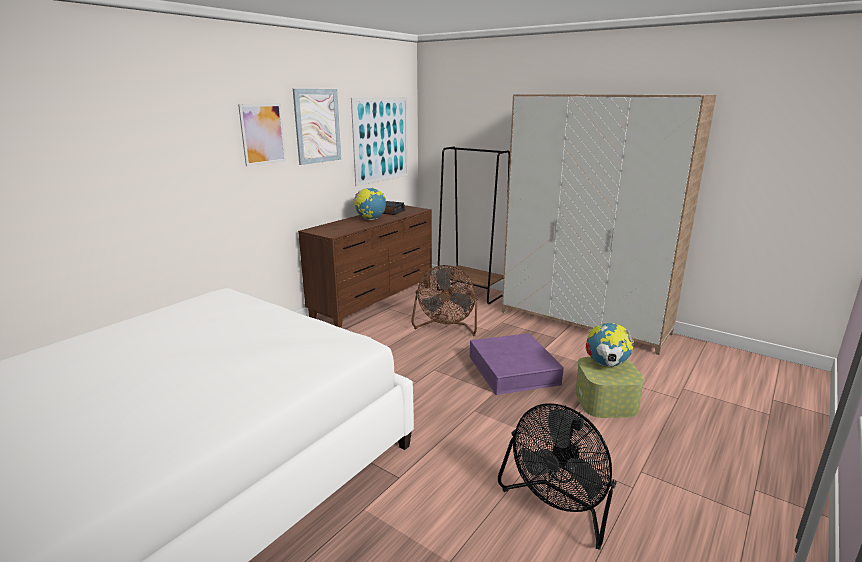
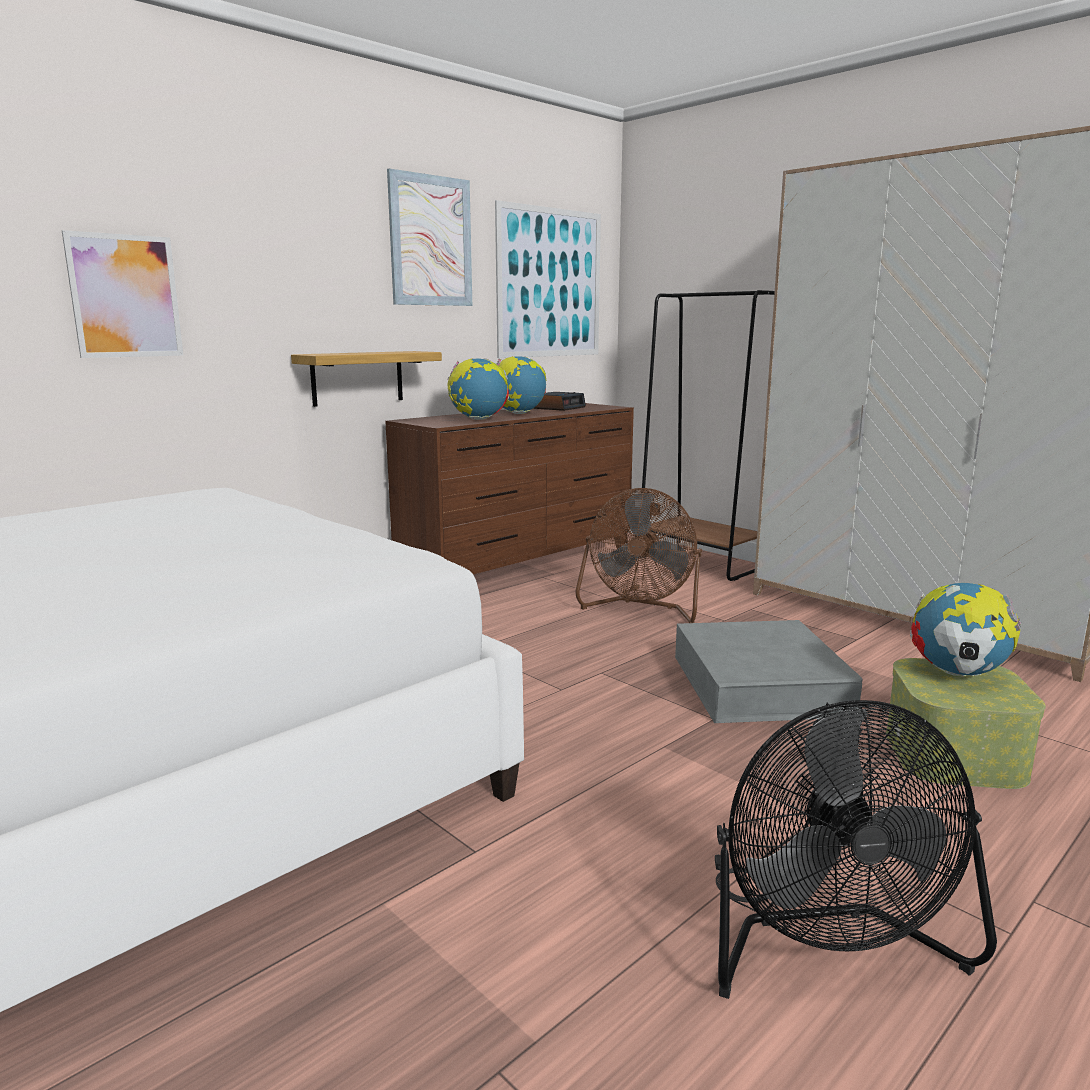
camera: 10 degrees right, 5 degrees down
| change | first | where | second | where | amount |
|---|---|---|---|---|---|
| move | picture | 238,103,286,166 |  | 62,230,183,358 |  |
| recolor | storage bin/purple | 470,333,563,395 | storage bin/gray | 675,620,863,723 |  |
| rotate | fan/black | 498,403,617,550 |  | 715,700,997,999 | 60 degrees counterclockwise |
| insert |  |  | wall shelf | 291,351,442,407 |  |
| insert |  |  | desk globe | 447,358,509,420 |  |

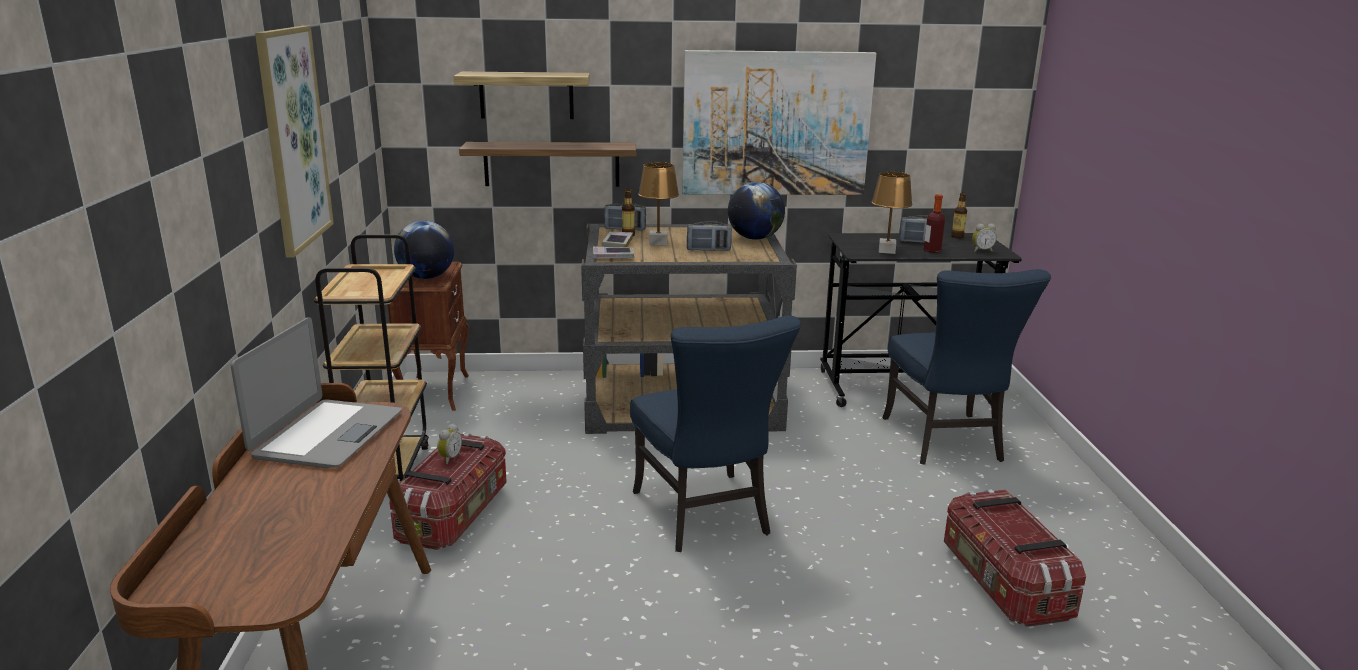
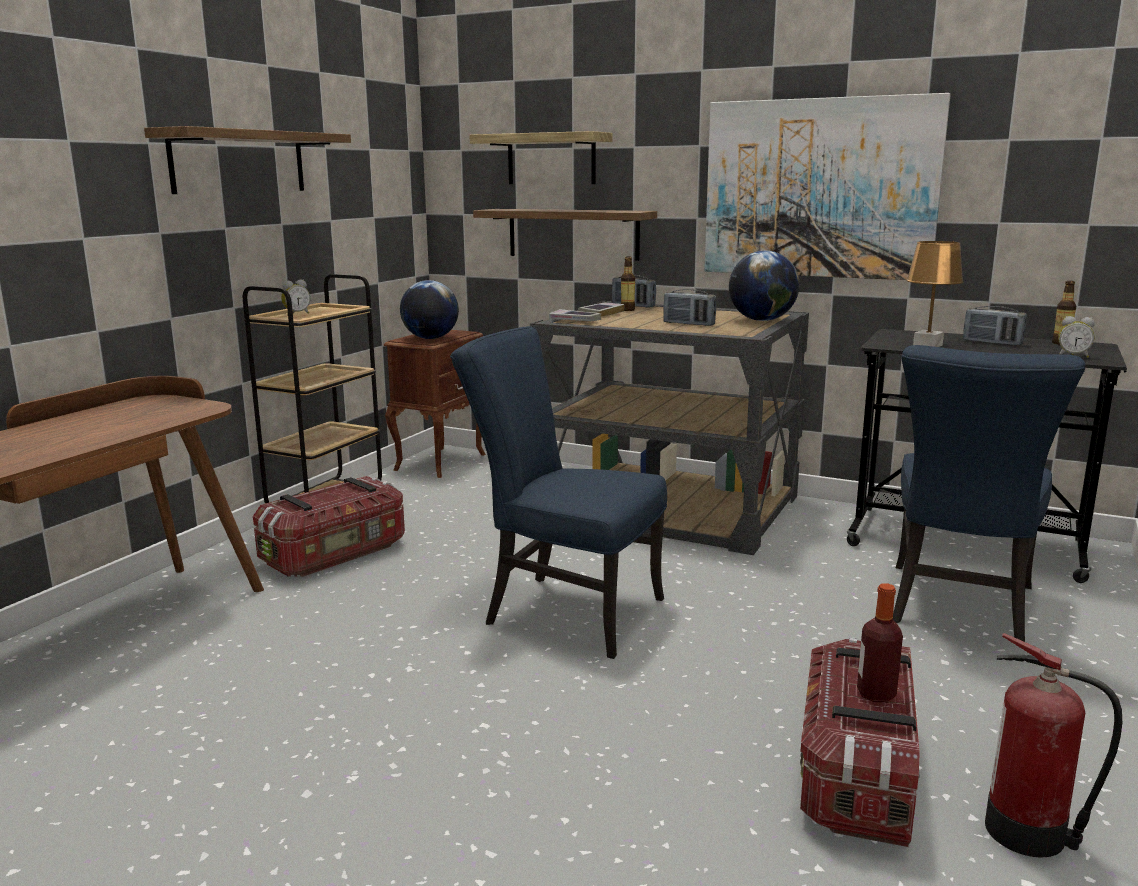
camera: 30 degrees right, 5 degrees down
| change | first | where | second | where | amount |
|---|---|---|---|---|---|
| replace | picture | 255,26,334,258 | wall shelf | 144,126,351,194 |  |
| delete | tabletop lamp/brownish | 638,162,679,245 |  |  |  |
| move | drink bottle | 924,194,945,253 |  | 857,583,903,702 |  |
| rotate | upright chair/bluish | 630,315,802,552 |  | 450,326,667,659 | 105 degrees clockwise |
| delete | portable computer | 231,317,402,468 |  |  |  |
| move | alarm clock | 437,423,462,464 |  | 281,280,310,315 |  |
| insert |  |  | extinguisher | 985,633,1122,857 |  |

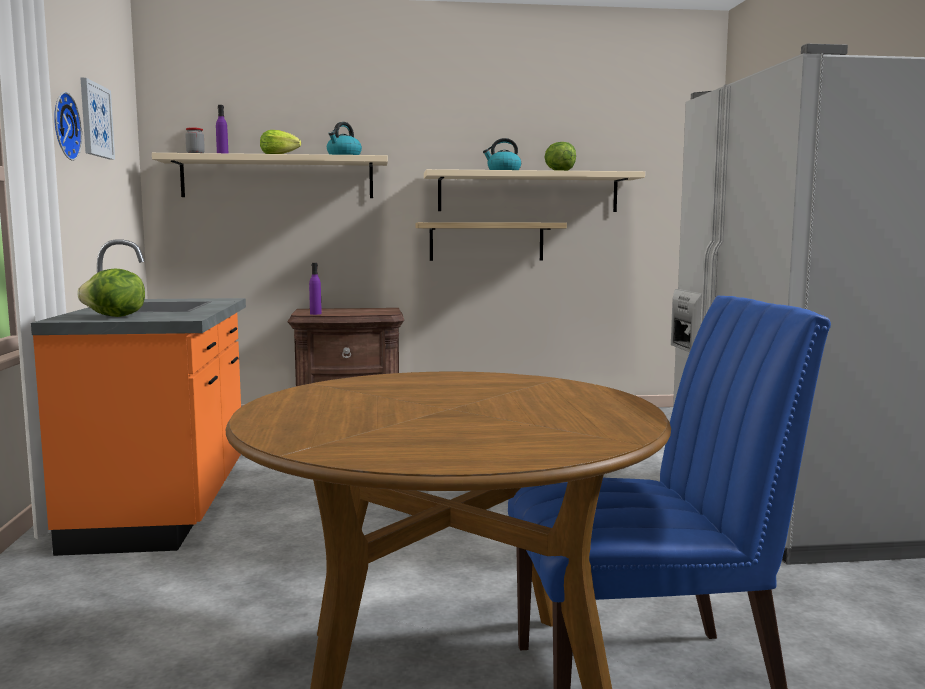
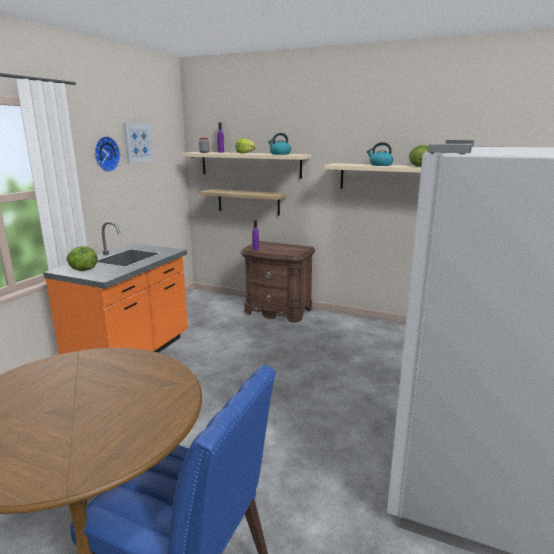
camera: 30 degrees right, 10 degrees up
| change | first | where | second | where | amount |
|---|---|---|---|---|---|
| move | wall shelf | 415,222,567,261 |  | 199,189,288,216 |  |

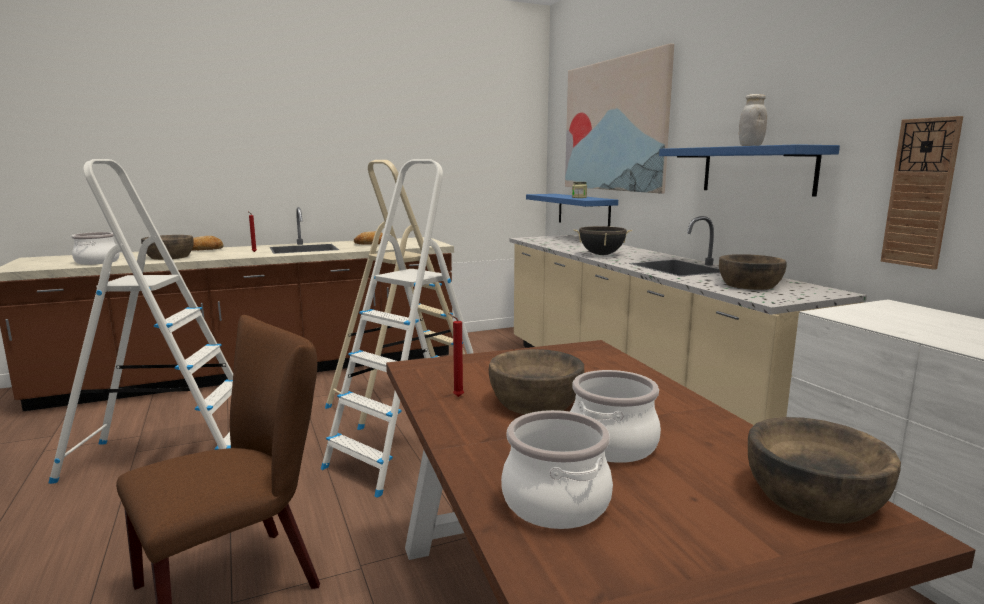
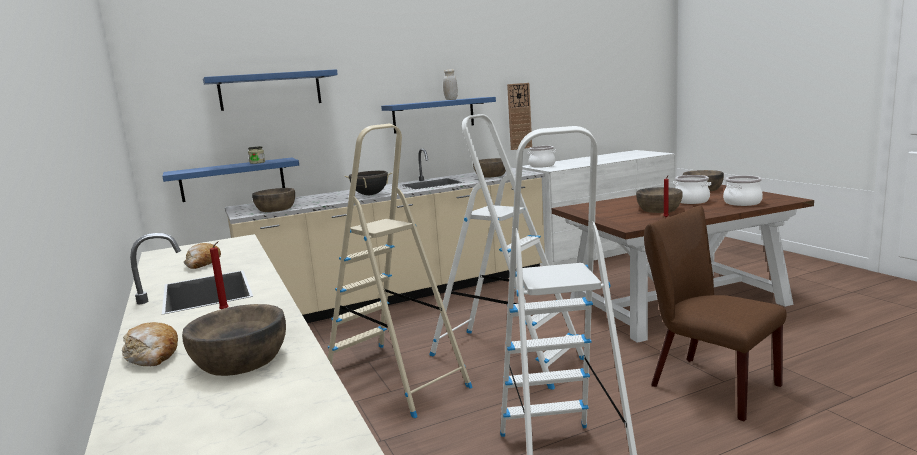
camera: 90 degrees left, 0 degrees up
| change | first | where | second | where | amount |
|---|---|---|---|---|---|
| replace | picture | 565,44,674,194 | wall shelf/bluish | 203,69,338,111 |  |
| move | stockpot | 71,232,120,265 |  | 528,146,556,168 |  |
| insert |  |  | bowl/brownish | 252,188,295,212 |  |

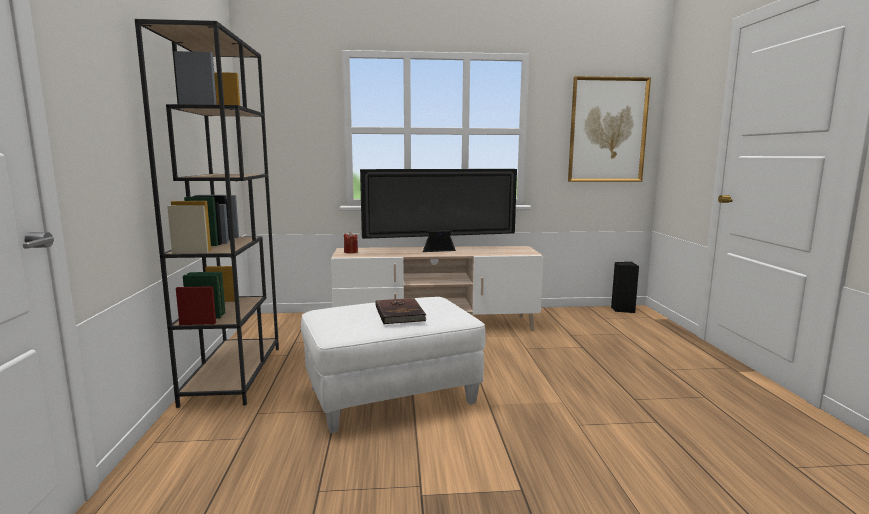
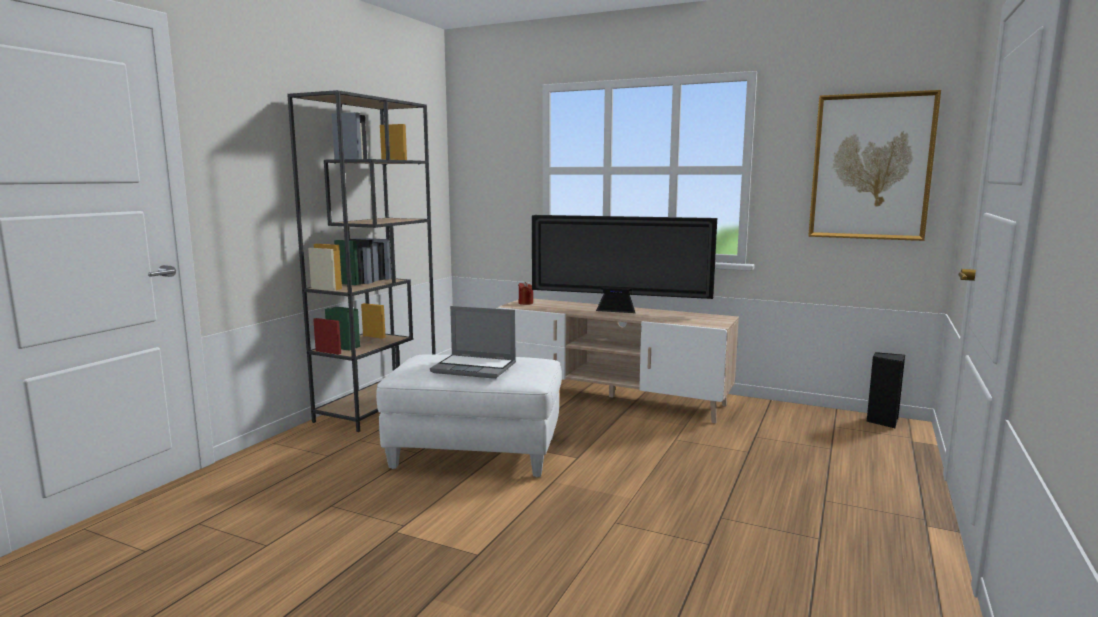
camera: 30 degrees right, 0 degrees up
| change | first | where | second | where | amount |
|---|---|---|---|---|---|
| replace | volume/brownish | 376,298,426,324 | portable computer | 430,306,516,379 |  |

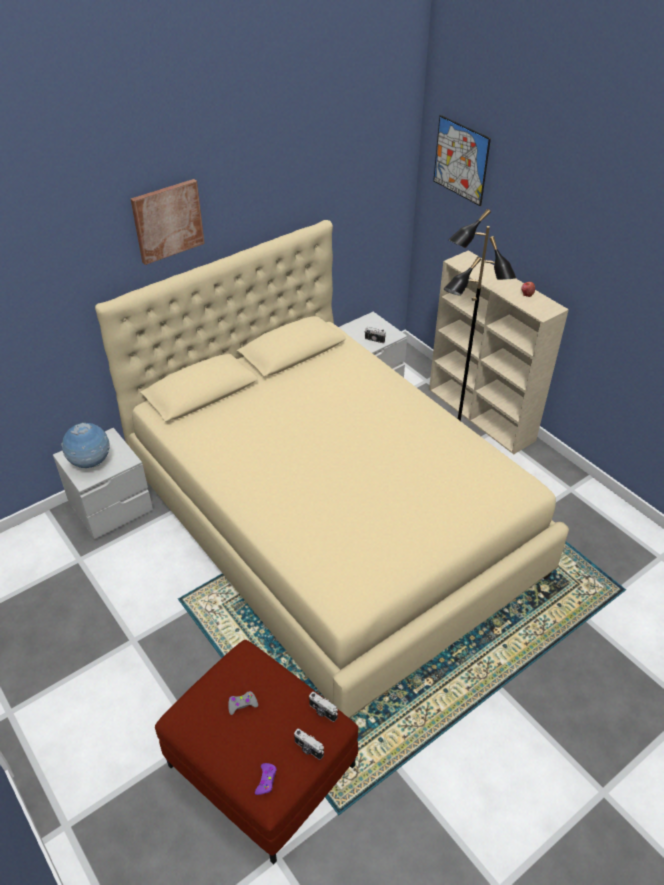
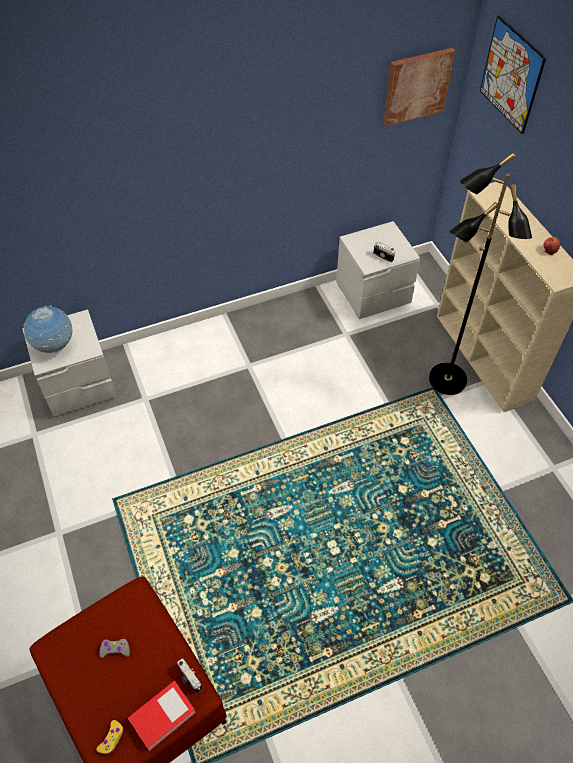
camera: 15 degrees right, 10 degrees up
| change | first | where | second | where | amount |
|---|---|---|---|---|---|
| move | picture | 131,179,205,265 |  | 384,48,455,126 |  |
| delete | sleeping bed/sand-coloured | 95,220,569,718 |  |  |  |
| replace | still camera | 294,728,324,760 | volume | 128,681,196,751 |  |
| recolor | joypad/purple | 255,763,277,795 | joypad/yellow | 96,720,124,754 |  |

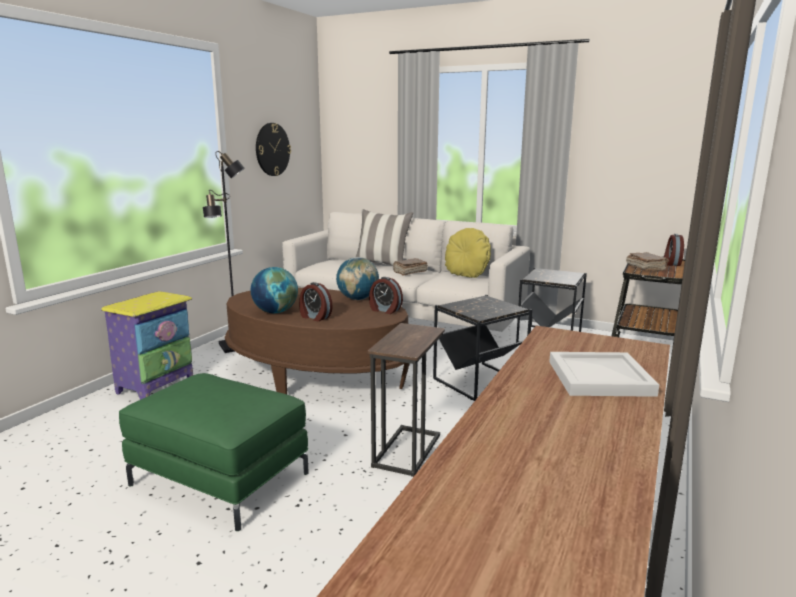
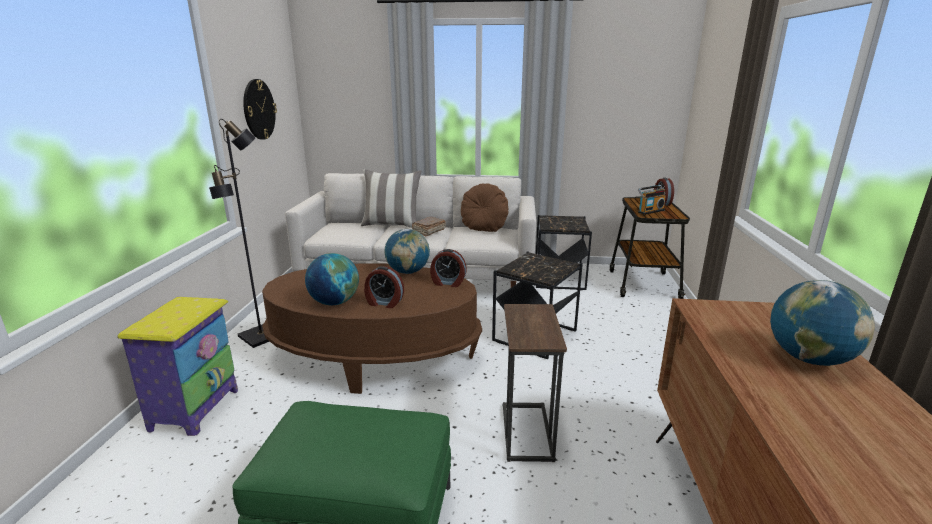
camera: 20 degrees left, 5 degrees up
| change | first | where | second | where | amount |
|---|---|---|---|---|---|
| recolor | pillow/yellow | 445,228,491,278 | pillow/brownish | 461,183,509,232 |  |
| replace | volume/brownish | 626,252,669,271 | radio receiver | 638,185,666,215 |  |
| replace | serving tray/white | 549,352,659,397 | desk globe | 770,280,875,366 |  |

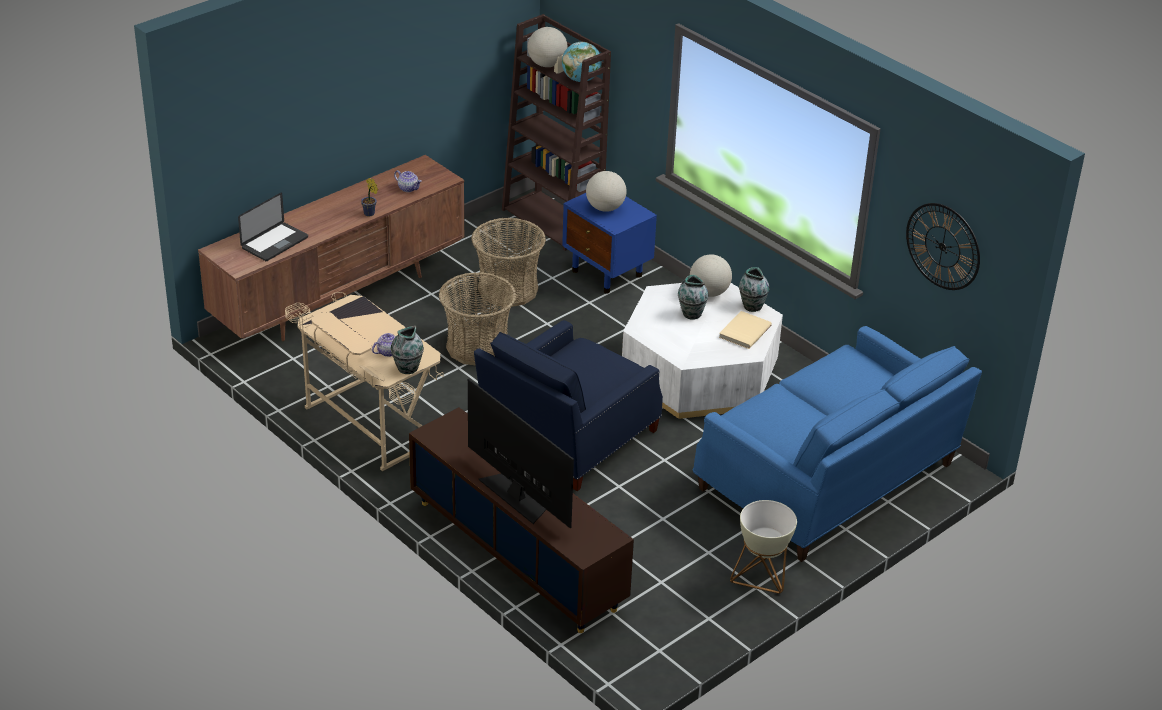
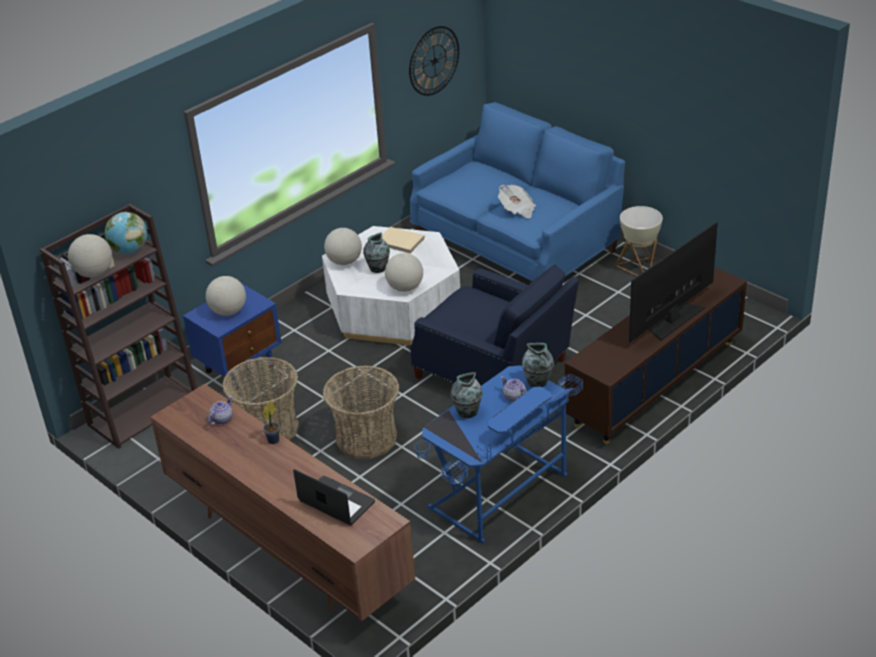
camera: 90 degrees left, 0 degrees up
| change | first | where | second | where | amount |
|---|---|---|---|---|---|
| move | decorative vase | 739,267,769,312 |  | 450,372,482,418 |  |
| recolor | desk/sand-coloured | 285,292,444,471 | desk/bluish | 414,365,583,544 |  |
| insert |  |  | printed paper | 498,185,536,218 |  |
| insert |  |  | desk globe | 385,253,423,292 |  |

